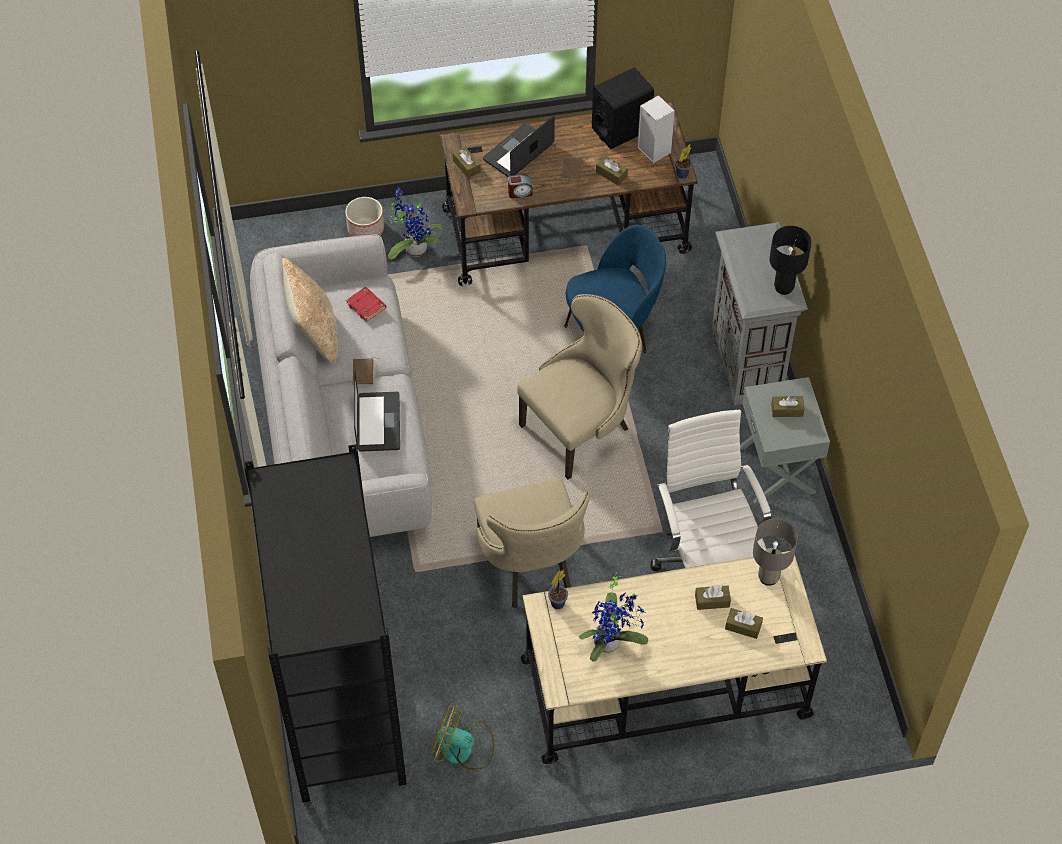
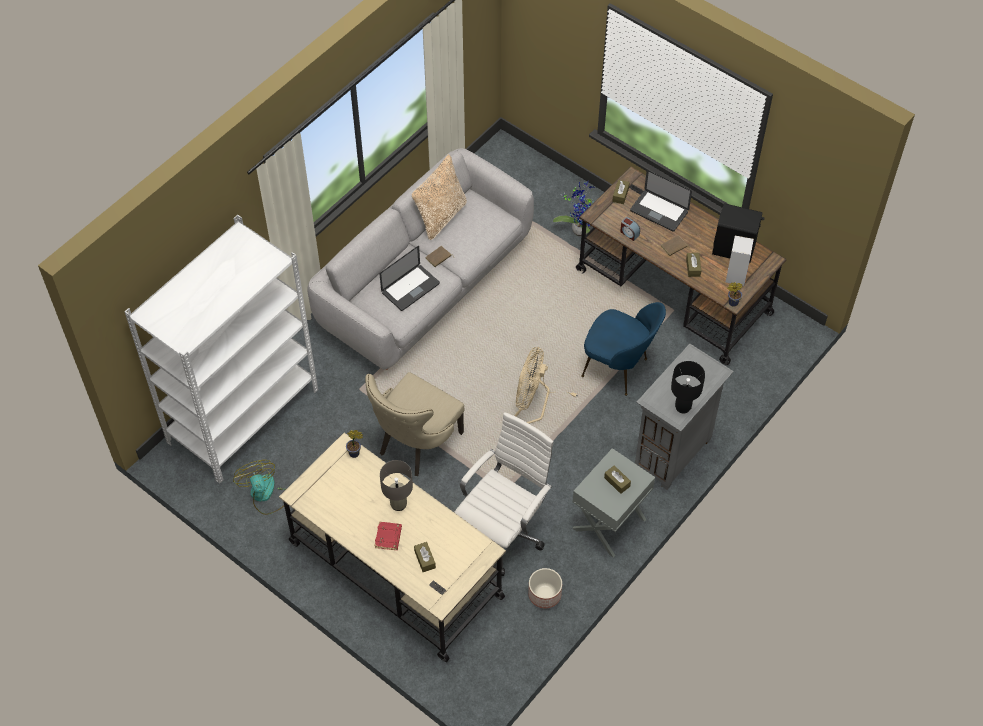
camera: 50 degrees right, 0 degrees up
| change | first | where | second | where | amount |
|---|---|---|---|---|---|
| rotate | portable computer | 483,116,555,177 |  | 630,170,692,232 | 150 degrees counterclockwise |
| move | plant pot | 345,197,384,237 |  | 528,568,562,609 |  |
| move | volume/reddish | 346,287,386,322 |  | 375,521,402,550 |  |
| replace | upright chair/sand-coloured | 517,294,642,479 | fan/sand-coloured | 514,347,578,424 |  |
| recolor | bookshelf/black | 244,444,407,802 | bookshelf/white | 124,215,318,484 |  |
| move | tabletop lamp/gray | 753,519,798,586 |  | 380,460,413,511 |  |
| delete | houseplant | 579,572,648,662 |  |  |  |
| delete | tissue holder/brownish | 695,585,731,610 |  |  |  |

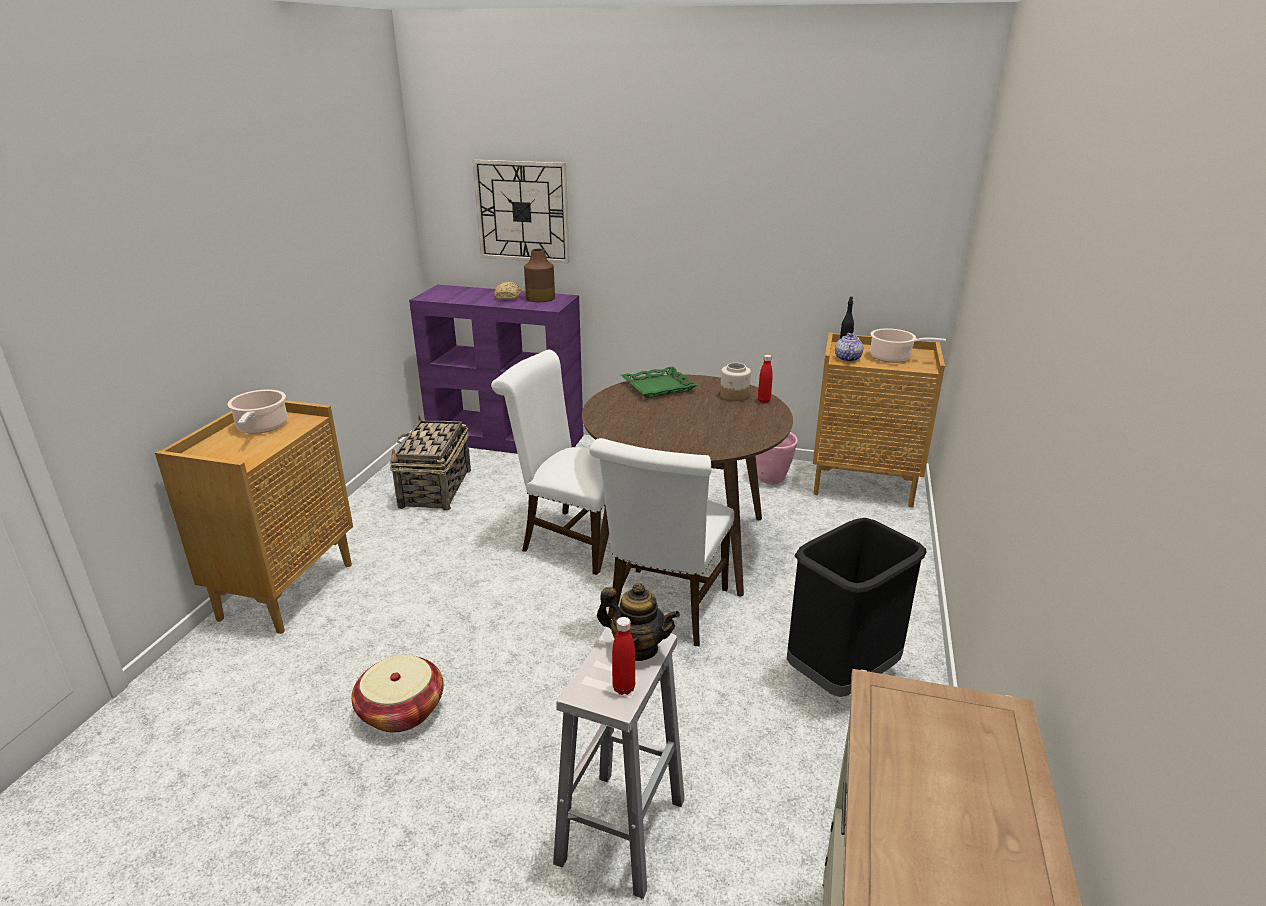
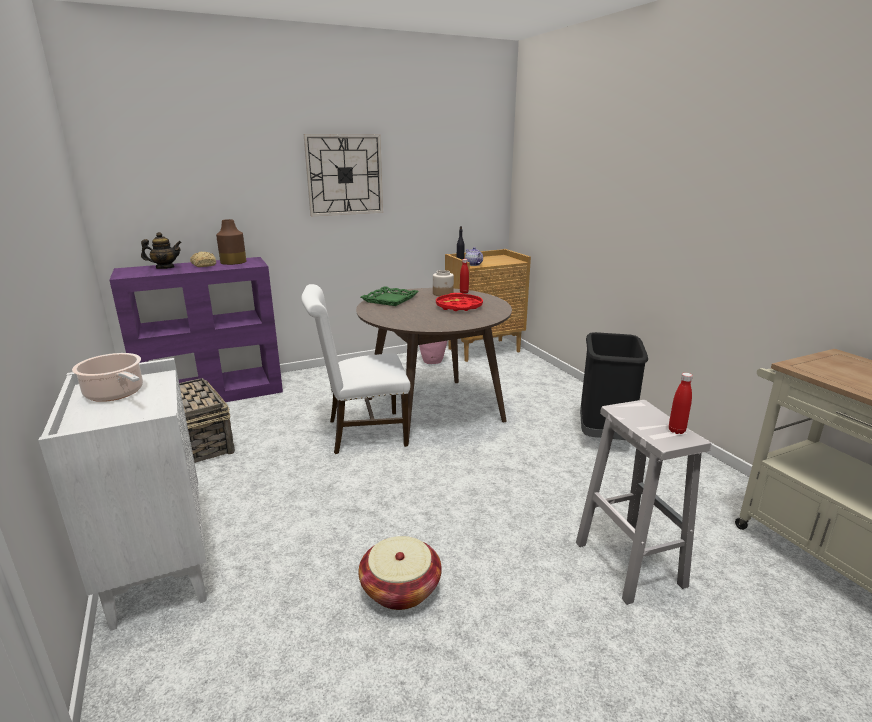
camera: 40 degrees left, 5 degrees down
| change | first | where | second | where | amount |
|---|---|---|---|---|---|
| move | hanging clock | 472,160,570,264 |  | 304,134,383,216 |  |
| delete | stockpot | 870,329,946,363 |  |  |  |
| recolor | cabinet/brownish | 155,400,353,634 | cabinet/white | 38,358,207,630 |  |
| delete | upright chair/white | 589,438,734,646 |  |  |  |
| move | tea pot | 597,583,680,661 |  | 141,232,182,269 |  |
| insert |  |  | serving tray/reddish | 436,293,483,311 |  |

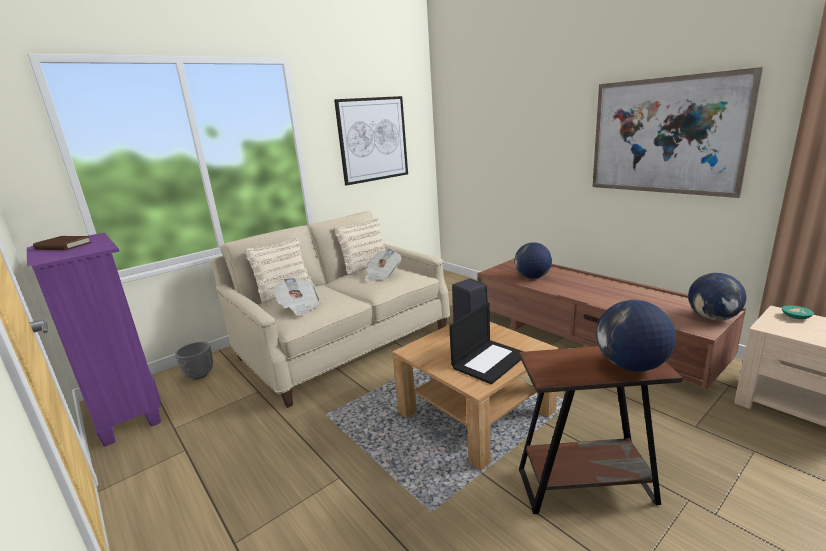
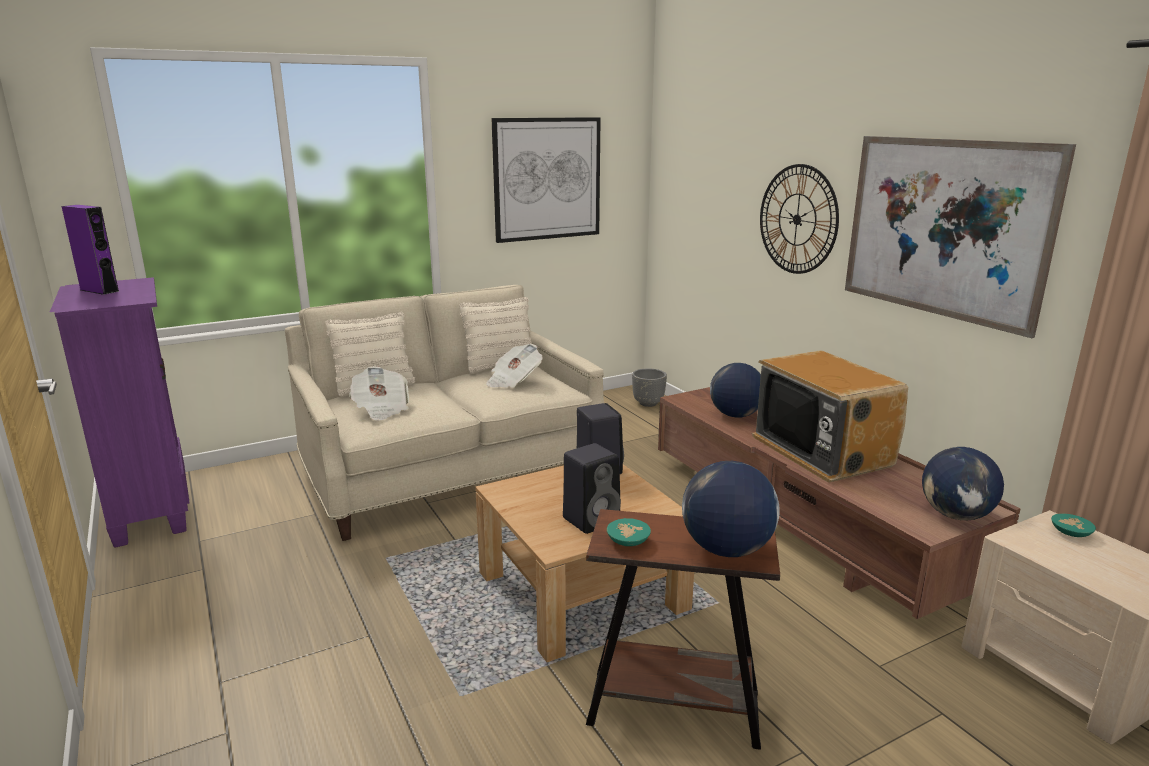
camera: 10 degrees right, 0 degrees up
| change | first | where | second | where | amount |
|---|---|---|---|---|---|
| replace | volume/brownish | 33,236,92,250 | loudspeaker/purple | 62,205,119,295 |  |
| replace | portable computer | 449,302,524,384 | loudspeaker/black | 563,443,621,534 |  |
| move | plant pot/gray | 175,342,213,380 |  | 632,368,667,407 |  |
| insert |  |  | hanging clock | 760,164,839,274 |  |
| insert |  |  | television | 752,351,908,483 |  |
| insert |  |  | bowl/turquoise-coloured | 607,518,651,546 |  |

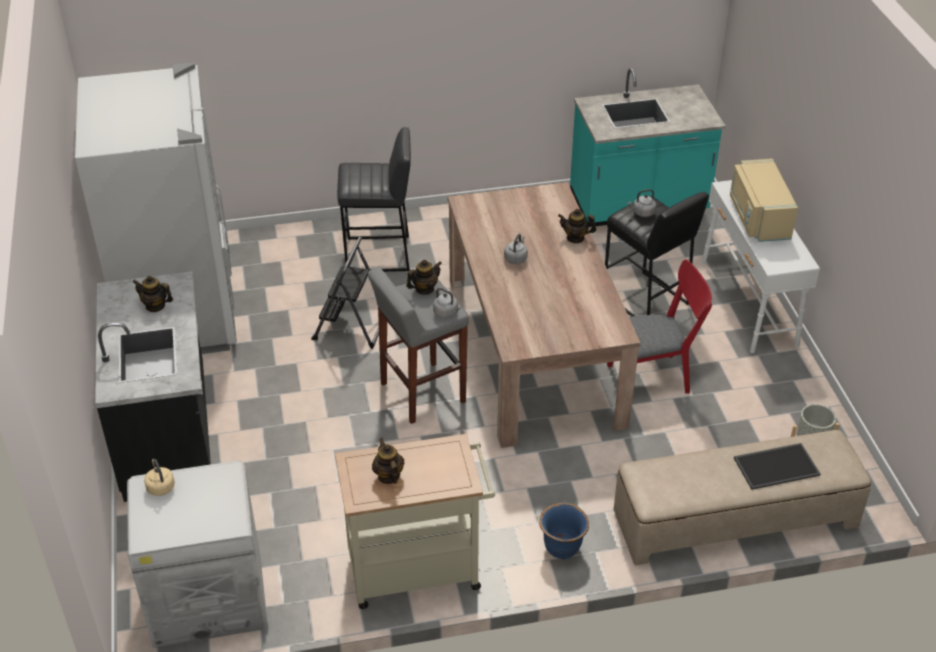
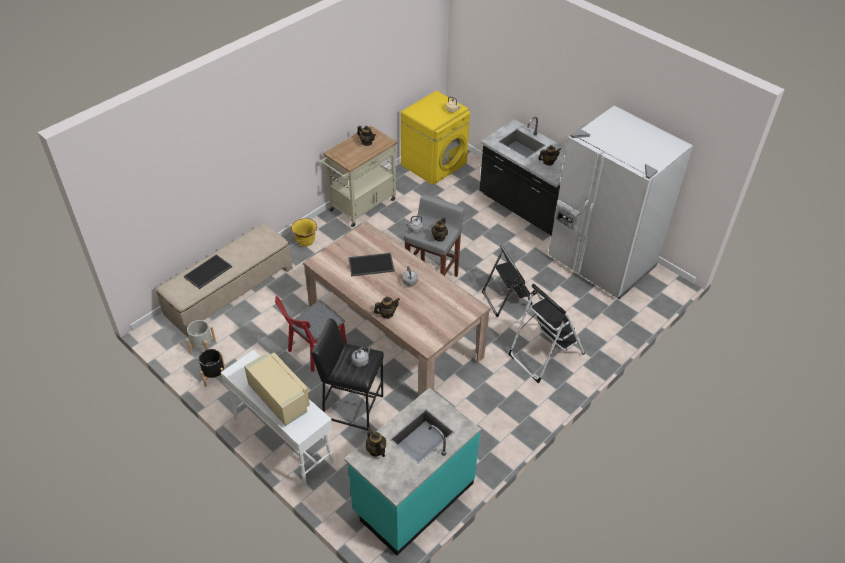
camera: 145 degrees right, 5 degrees up
| change | first | where | second | where | amount |
|---|---|---|---|---|---|
| replace | stool/gray | 337,127,411,272 | stepladder | 508,284,585,383 |  |
| recolor | laundry appliance/white | 127,460,268,648 | laundry appliance/yellow | 401,91,470,184 |  |
| recolor | plant pot/bluish | 539,503,589,559 | plant pot/yellow | 291,218,317,247 |  |
| insert |  |  | serving tray | 348,253,395,277 |  |
| insert |  |  | plant pot/black | 199,349,225,387 |  |
| insert |  |  | tea pot | 366,427,386,457 |  |

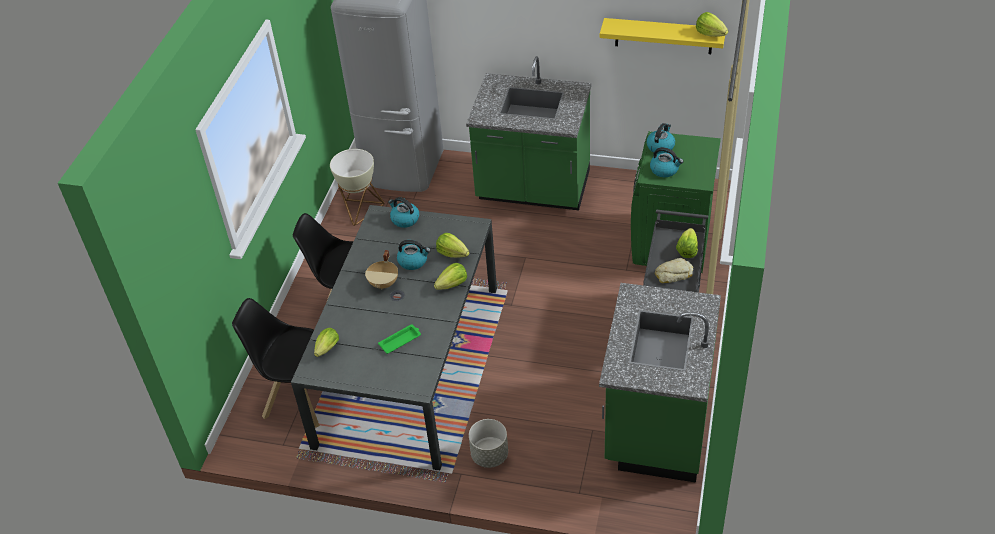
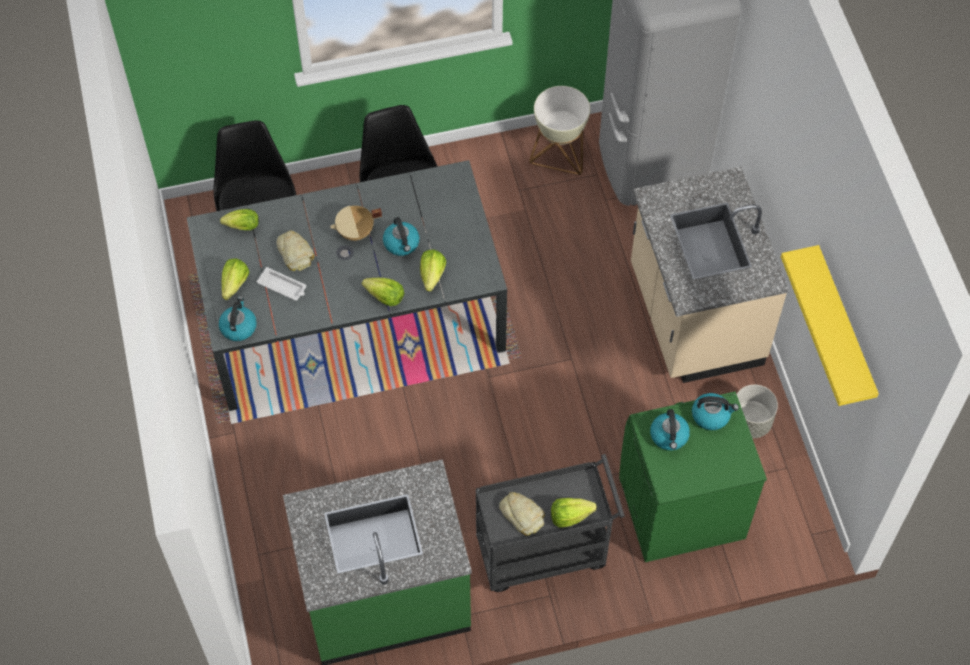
camera: 60 degrees right, 15 degrees up
| change | first | where | second | where | amount |
|---|---|---|---|---|---|
| move | lettuce head | 696,12,728,37 |  | 221,258,249,300 |  |
| recolor | kitchen base unit/greenish | 466,56,591,210 | kitchen base unit/sand-coloured | 631,167,789,383 |  |
| move | tea kettle | 388,197,419,228 |  | 219,296,257,341 |  |
| recolor | serving tray/greenish | 378,324,421,354 | serving tray/white | 257,267,306,301 |  |
| move | plant pot/gray | 469,419,508,468 |  | 737,385,778,438 |  |
| insert |  |  | bakery bread | 277,231,315,271 |  |

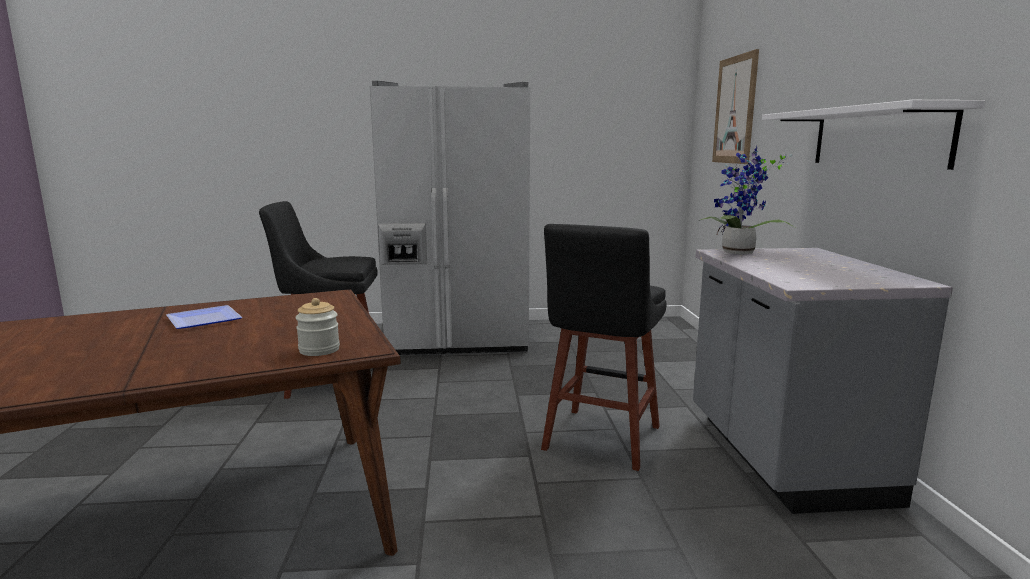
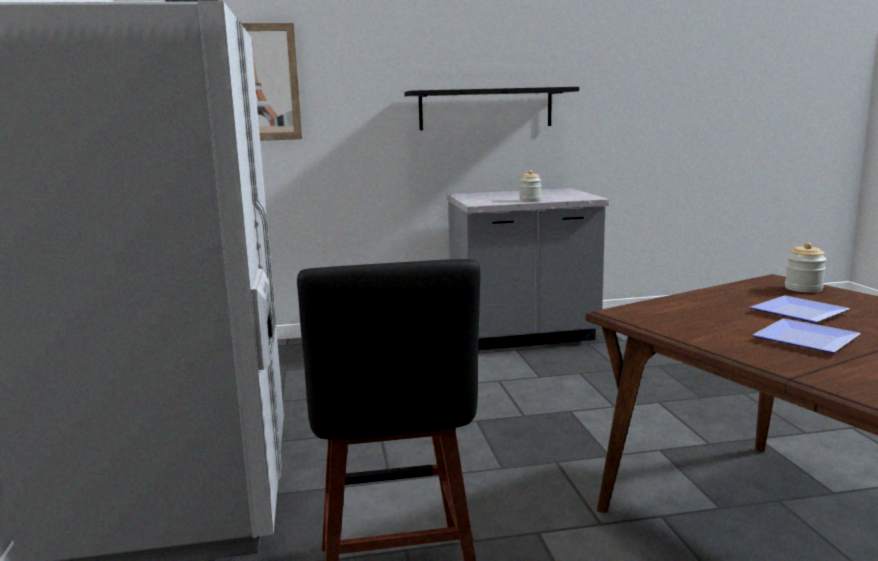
camera: 95 degrees left, 0 degrees up
| change | first | where | second | where | amount |
|---|---|---|---|---|---|
| recolor | wall shelf/white | 762,100,986,170 | wall shelf/black | 404,87,579,130 |  |
| delete | houseplant | 699,146,797,255 |  |  |  |
| delete | stool/black | 541,224,666,471 |  |  |  |
| insert |  |  | preserve jar | 519,170,541,201 |  |
| insert |  |  | plate | 750,295,850,323 |  |

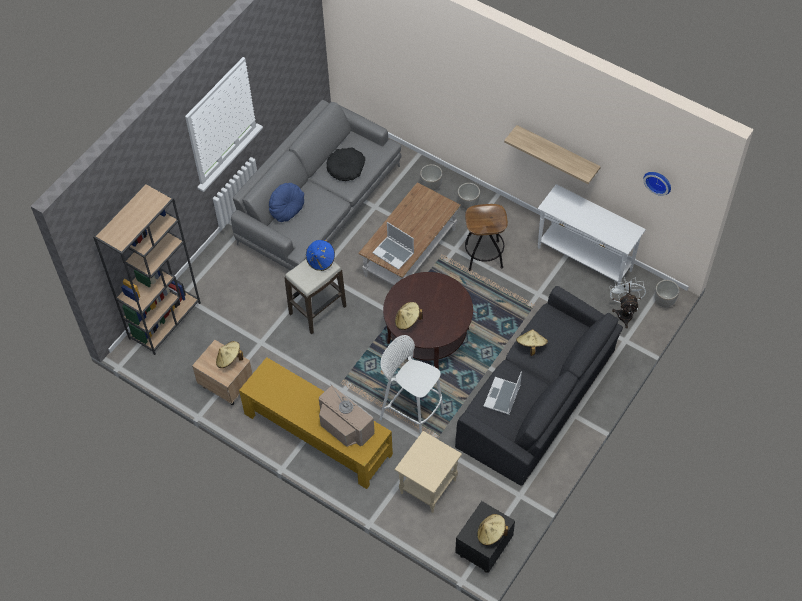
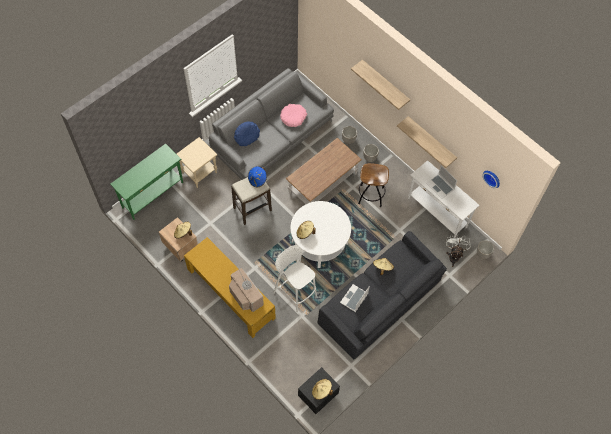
camera: 10 degrees right, 5 degrees up
| change | first | where | second | where | amount |
|---|---|---|---|---|---|
| recolor | pillow/black | 326,147,365,181 | pillow/pinkish | 280,104,307,127 |  |
| replace | bookshelf | 93,182,201,355 | hall table/greenish | 110,144,183,220 |  |
| move | portable computer | 372,222,414,270 |  | 426,165,457,199 |  |
| recolor | coffee table/brownish | 383,272,473,369 | coffee table/white | 291,201,351,268 |  |
| move | end table/sand-coloured | 395,431,462,513 |  | 177,137,217,188 |  |
| insert |  |  | wall shelf | 351,60,410,110 |  |

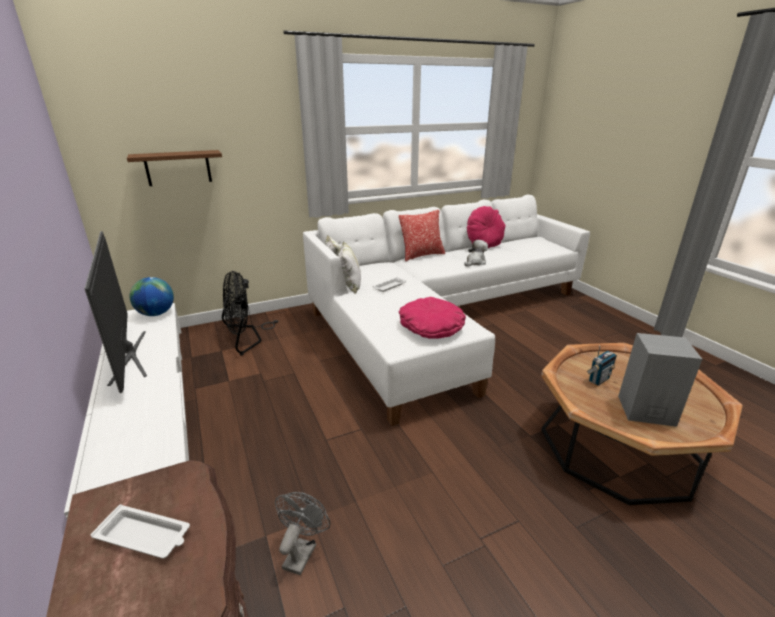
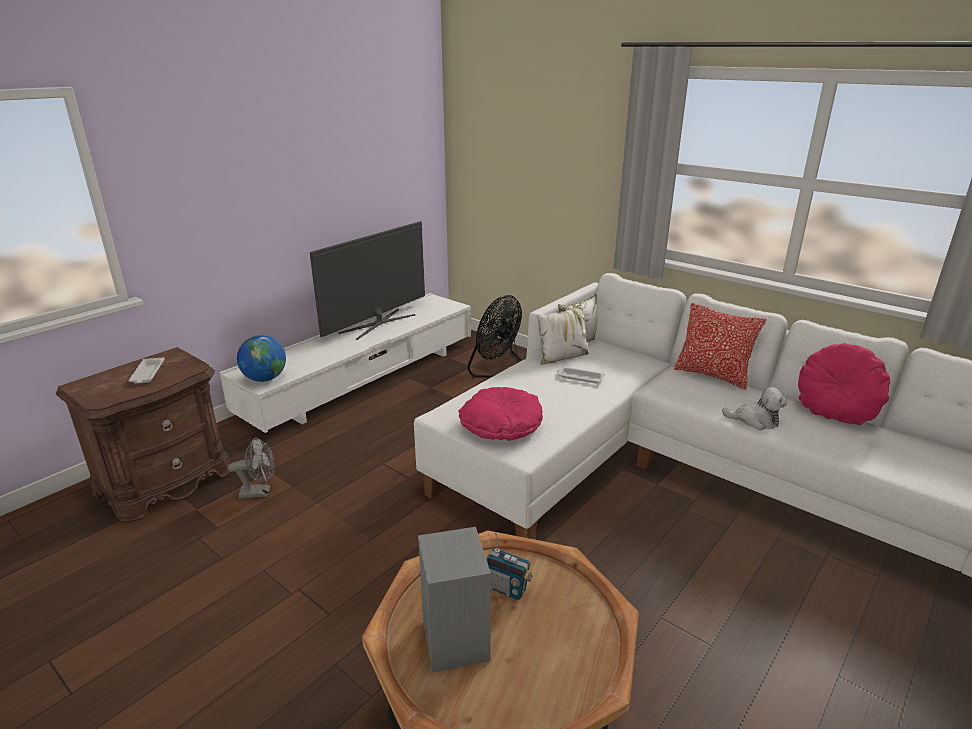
camera: 65 degrees right, 0 degrees up
| change | first | where | second | where | amount |
|---|---|---|---|---|---|
| delete | wall shelf/brownish | 127,150,222,186 |  |  |  |
| move | desk globe | 130,277,174,316 |  | 237,335,286,382 |  |

